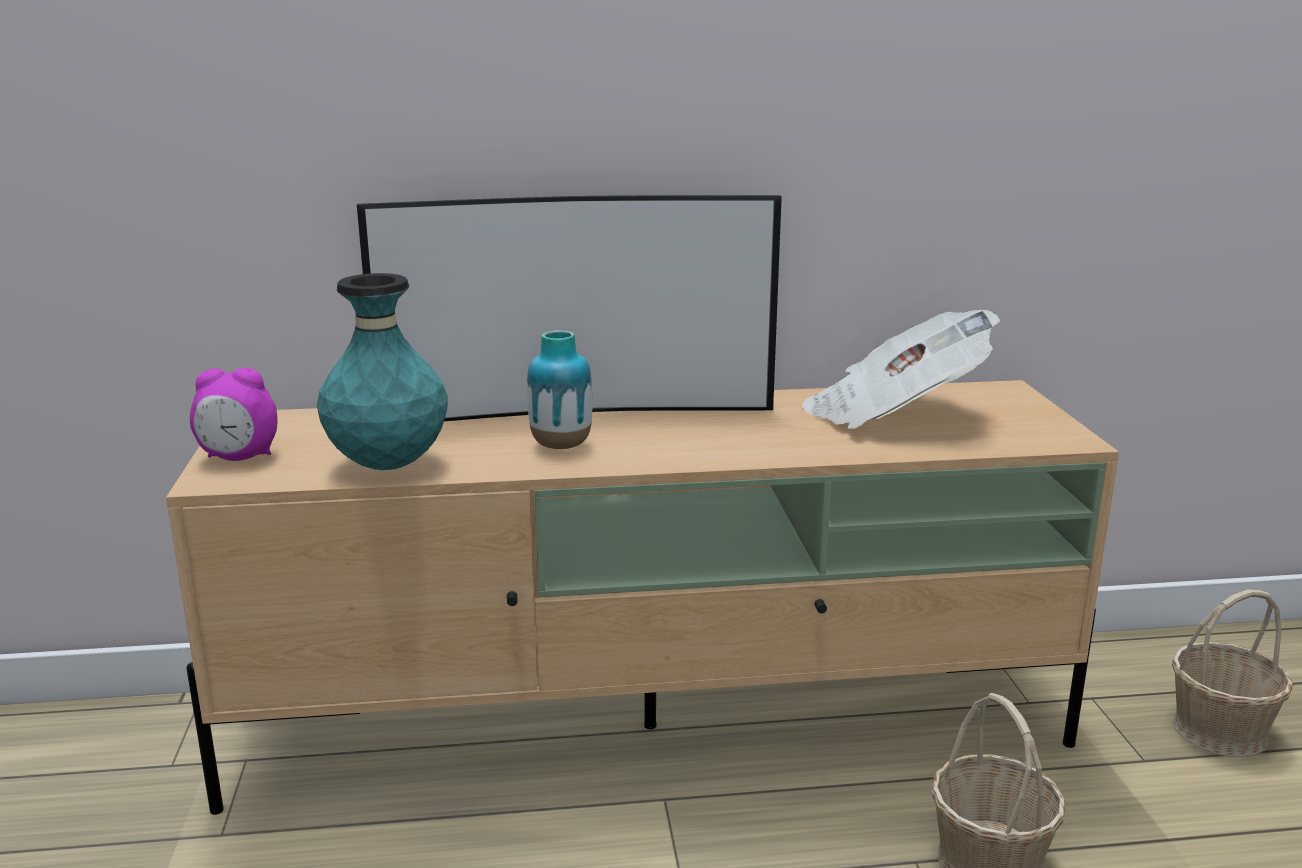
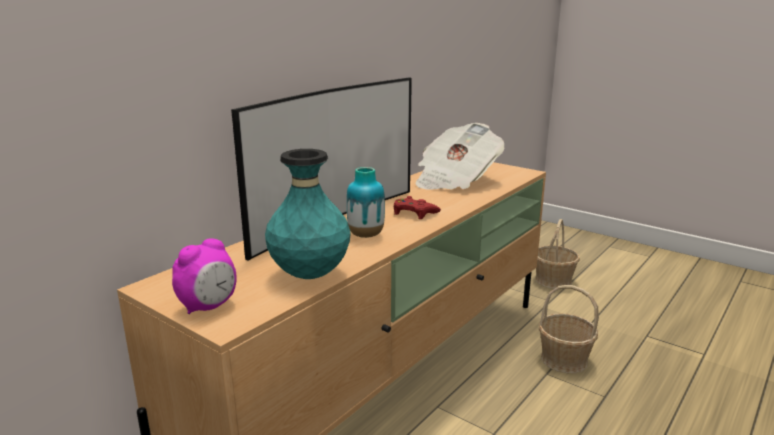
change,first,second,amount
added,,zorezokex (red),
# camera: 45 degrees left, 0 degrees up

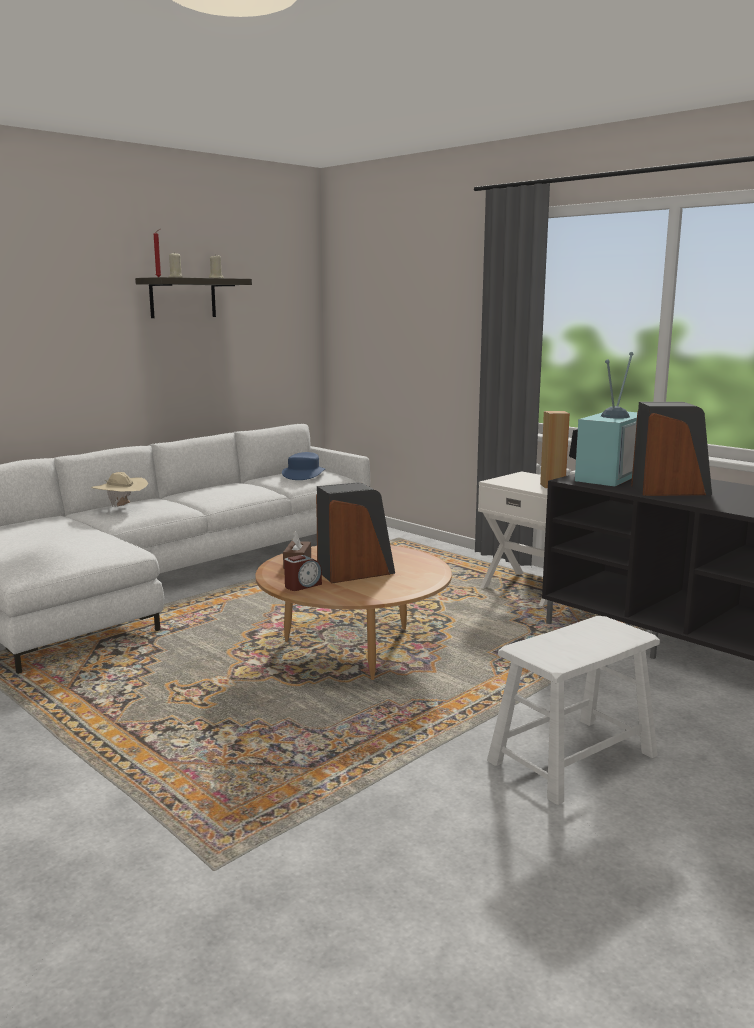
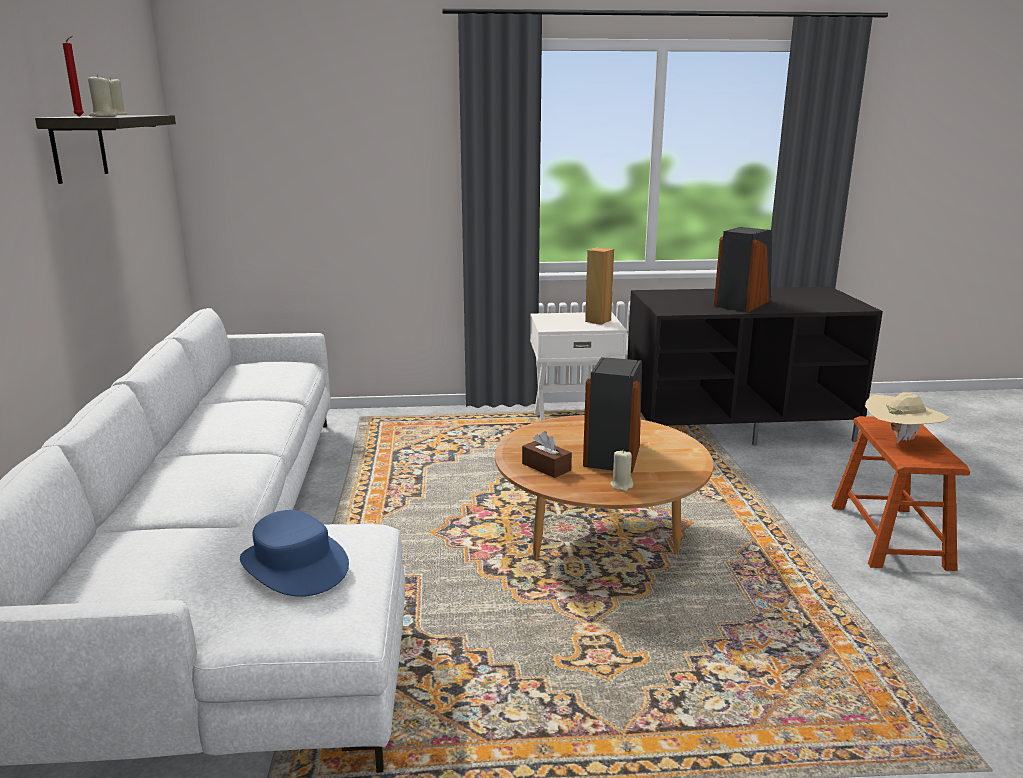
change,first,second,amount
removed,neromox,,
moved,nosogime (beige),,
moved,nosogime (blue),,
replaced,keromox,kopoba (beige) (3rd from left),
recoloured,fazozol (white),fazozol (brown),
# camera: 50 degrees left, 5 degrees up

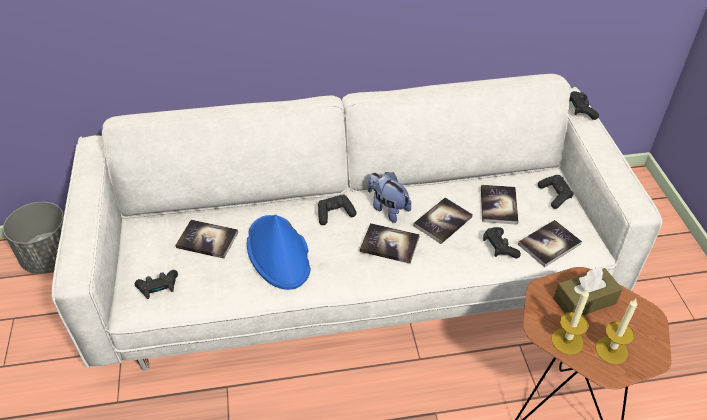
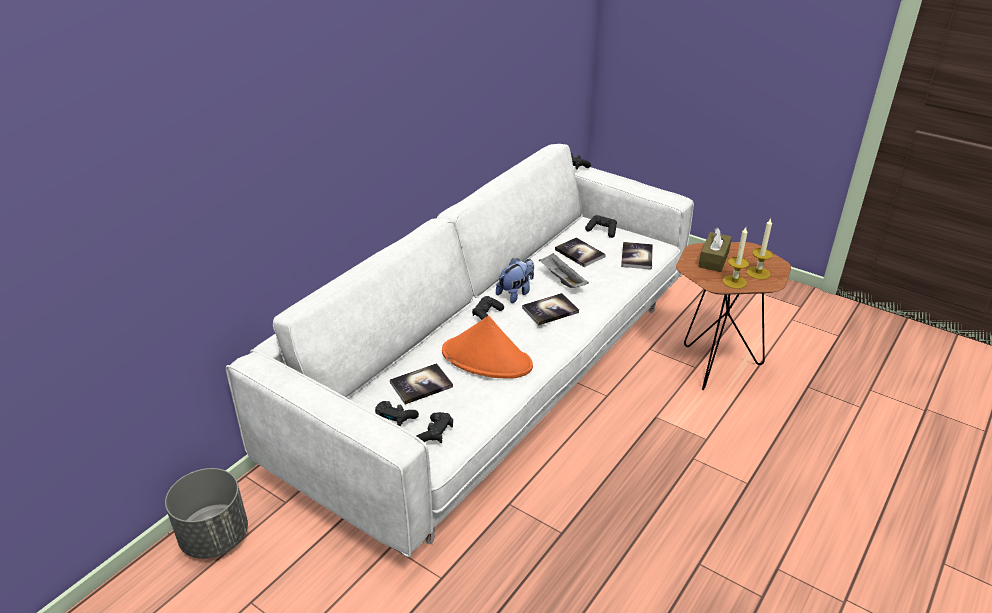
change,first,second,amount
moved,zorezokex (black) (3rd from left in the first image),zorezokex (black) (1st from left),
replaced,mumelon (3rd from left),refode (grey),
recoloured,nosogime (blue),nosogime (orange),
turned,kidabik,,135 degrees clockwise
# camera: 45 degrees left, 10 degrees down

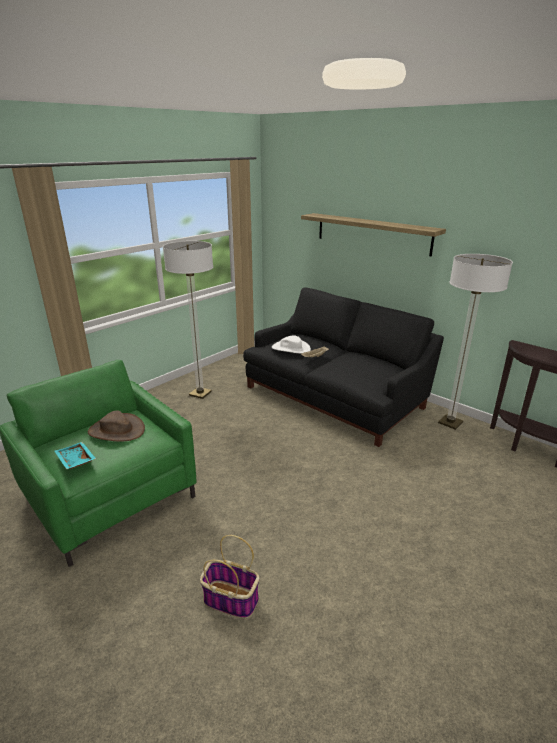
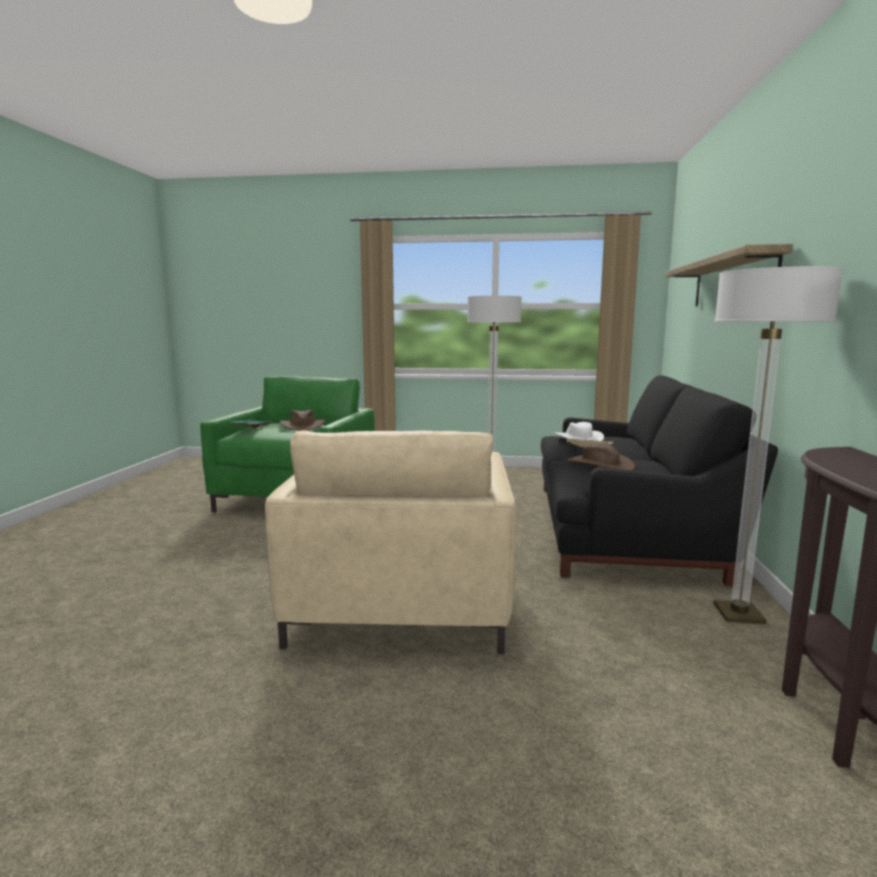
change,first,second,amount
removed,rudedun,,
added,,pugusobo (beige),
added,,nosogime (brown) (2nd from left),
# camera: 55 degrees right, 15 degrees down

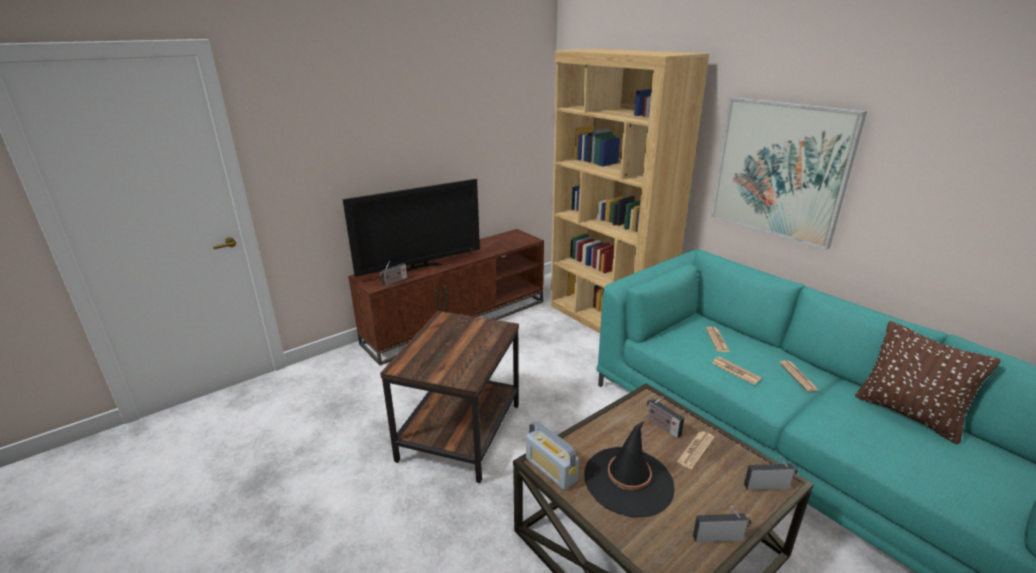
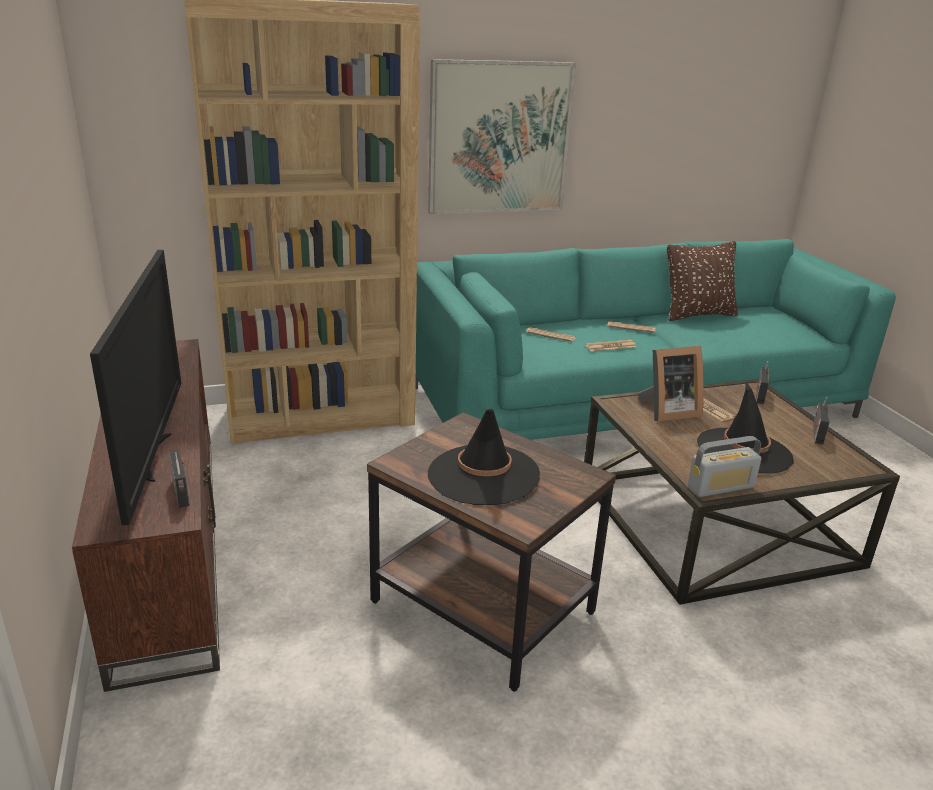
change,first,second,amount
added,,nosogime (black) (1st from left),
replaced,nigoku (3rd from left),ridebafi,
# camera: 70 degrees left, 0 degrees up

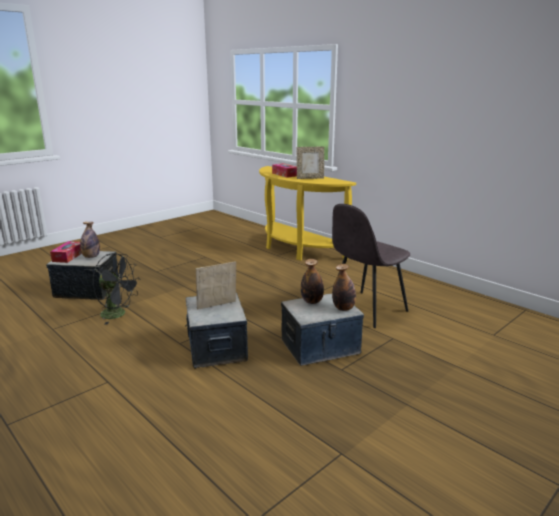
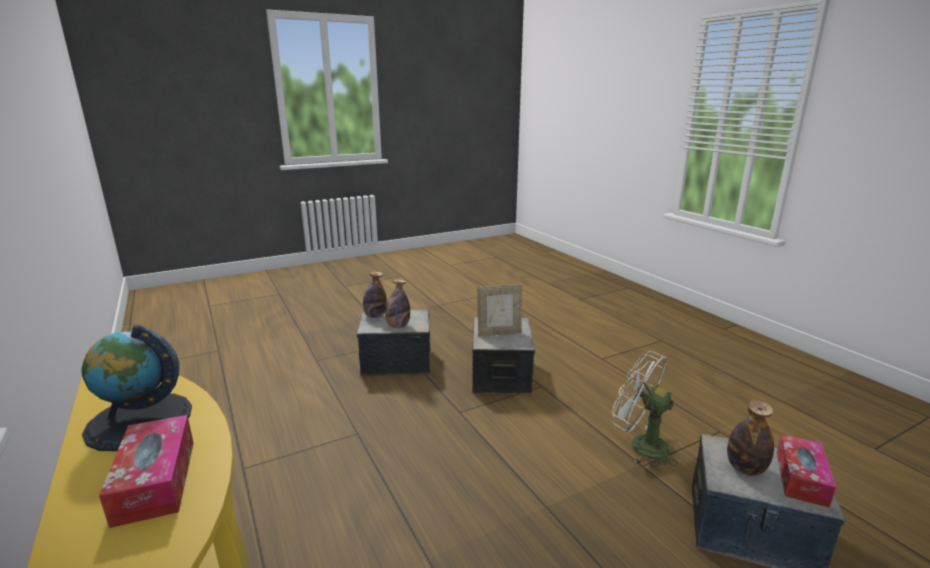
change,first,second,amount
removed,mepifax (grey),,
replaced,ridebafi (2nd from left),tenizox,
recoloured,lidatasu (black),lidatasu (white),
# camera: 165 degrees left, 0 degrees up

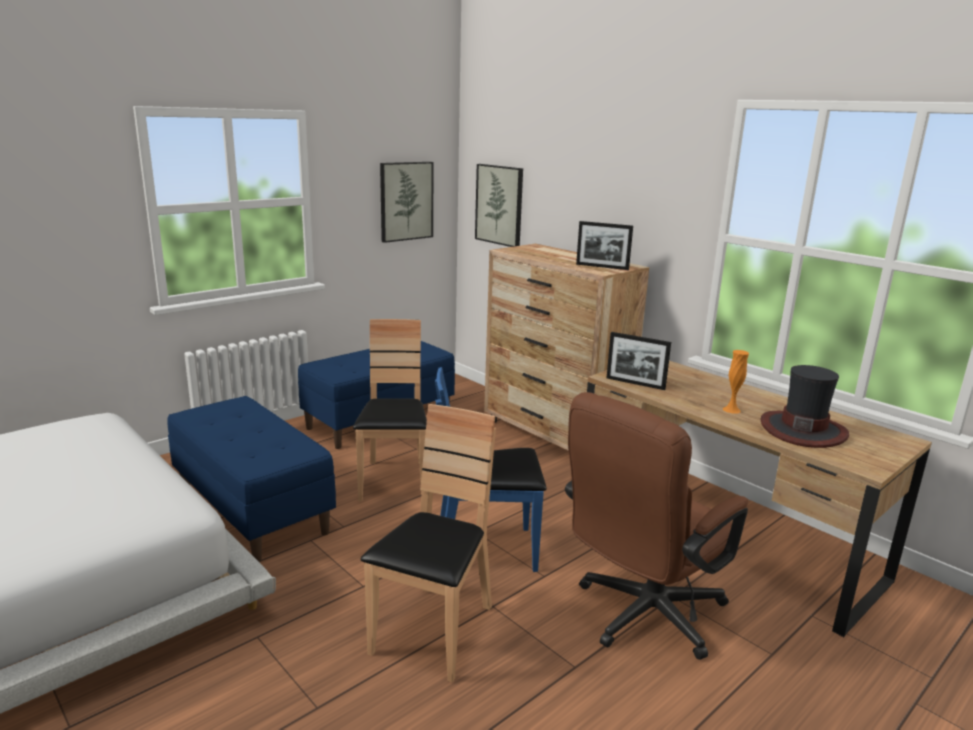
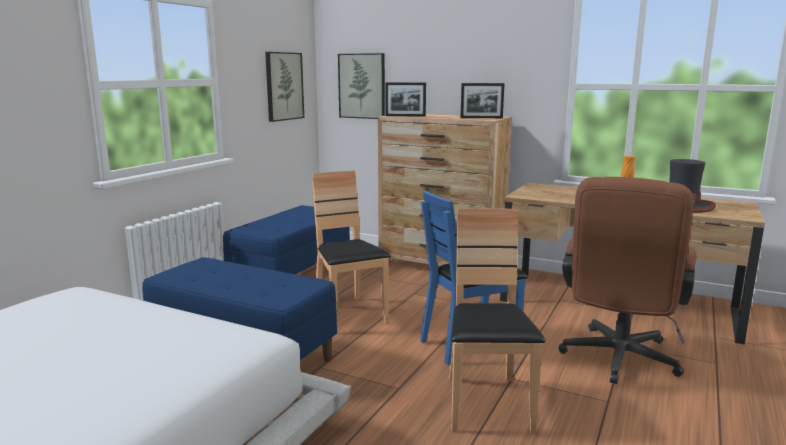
change,first,second,amount
moved,ridebafi (2nd from left in the first image),ridebafi (1st from left),
# camera: 20 degrees left, 5 degrees down

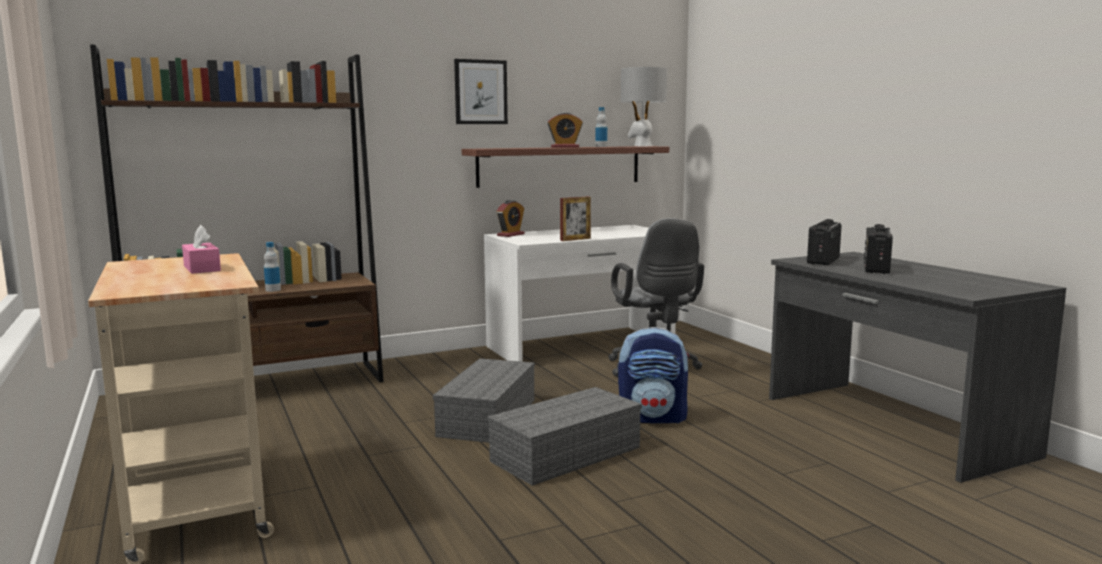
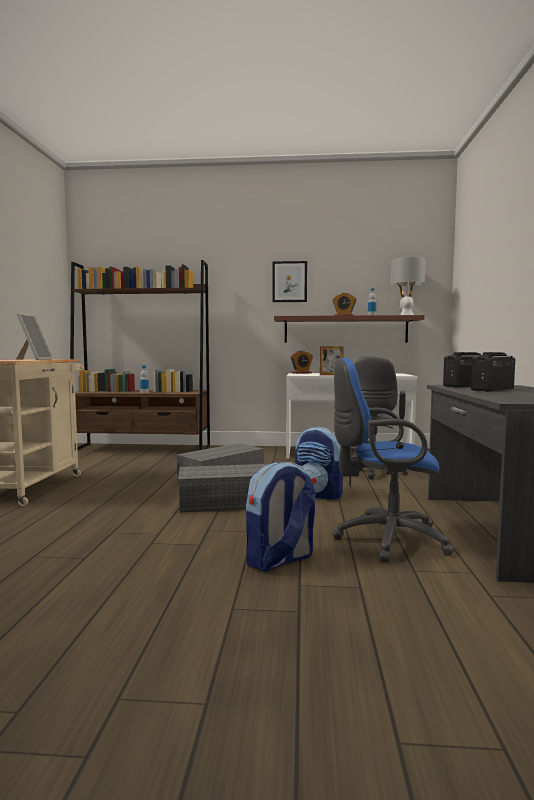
change,first,second,amount
added,,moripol (1st from left),
added,,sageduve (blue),
replaced,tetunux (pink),ridebafi (1st from left),
# camera: 30 degrees right, 5 degrees down

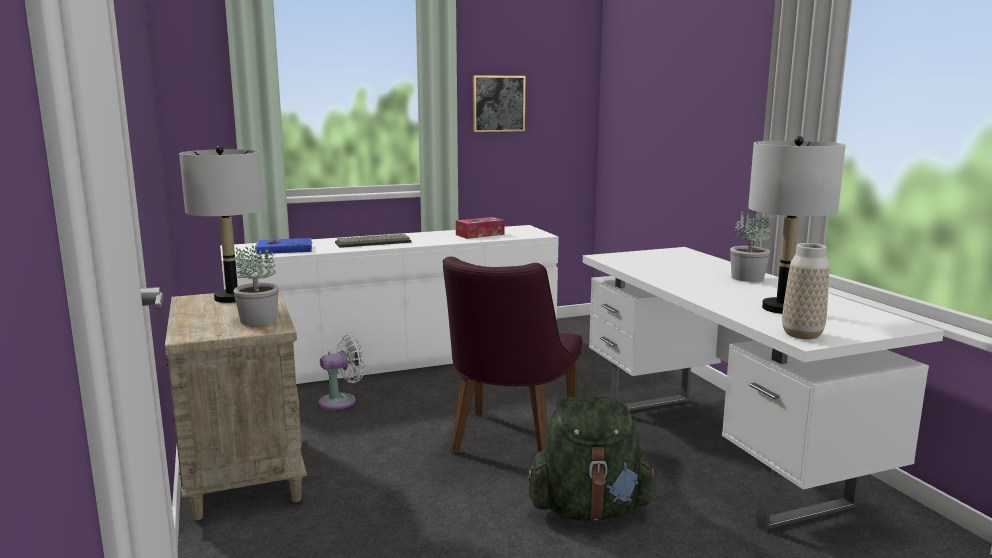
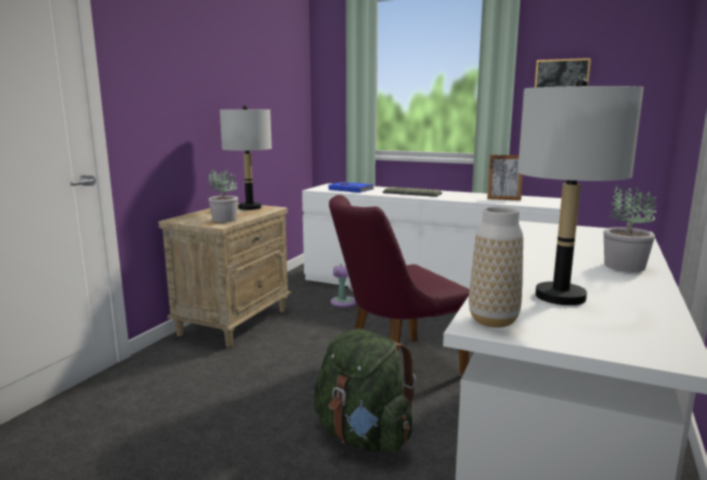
change,first,second,amount
replaced,tetunux,ridebafi,
# camera: 45 degrees right, 0 degrees up

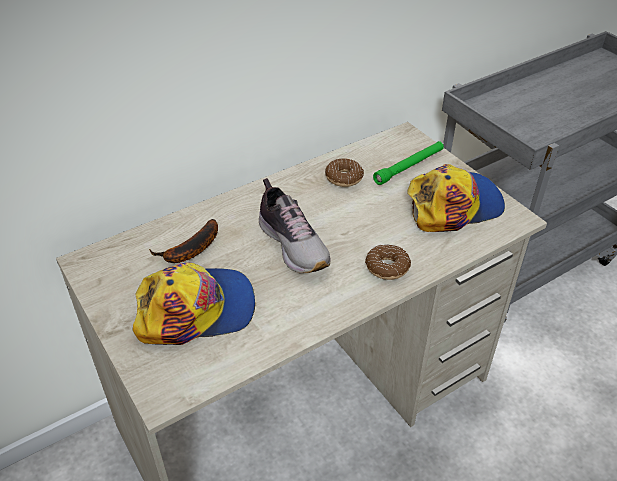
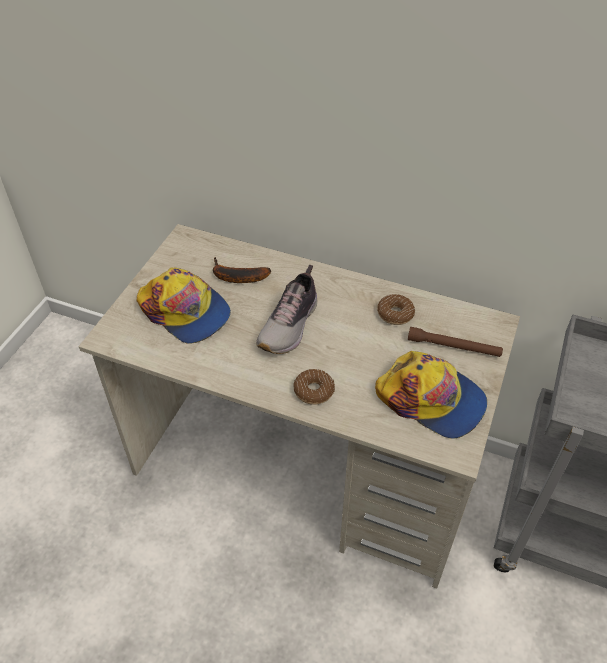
change,first,second,amount
recoloured,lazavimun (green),lazavimun (brown),
# camera: 55 degrees right, 5 degrees up

